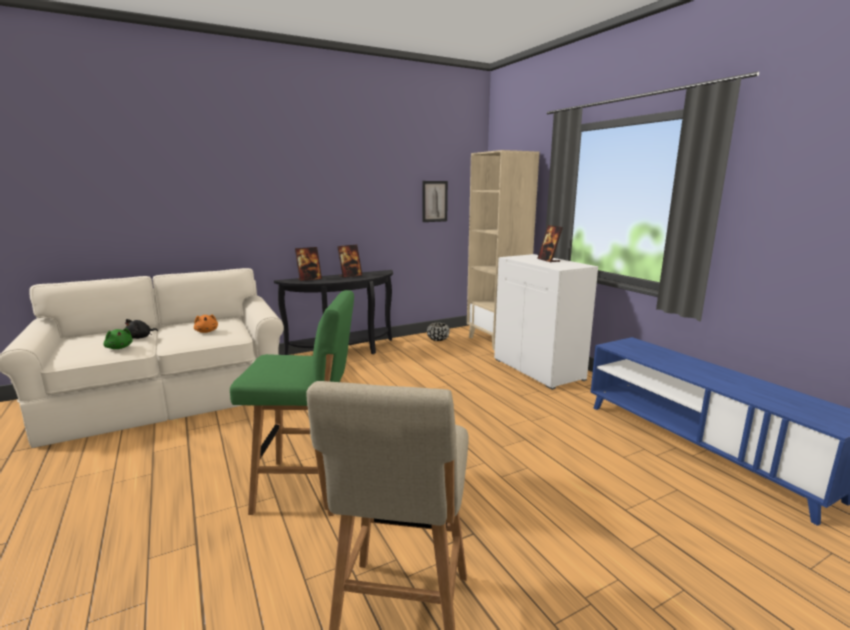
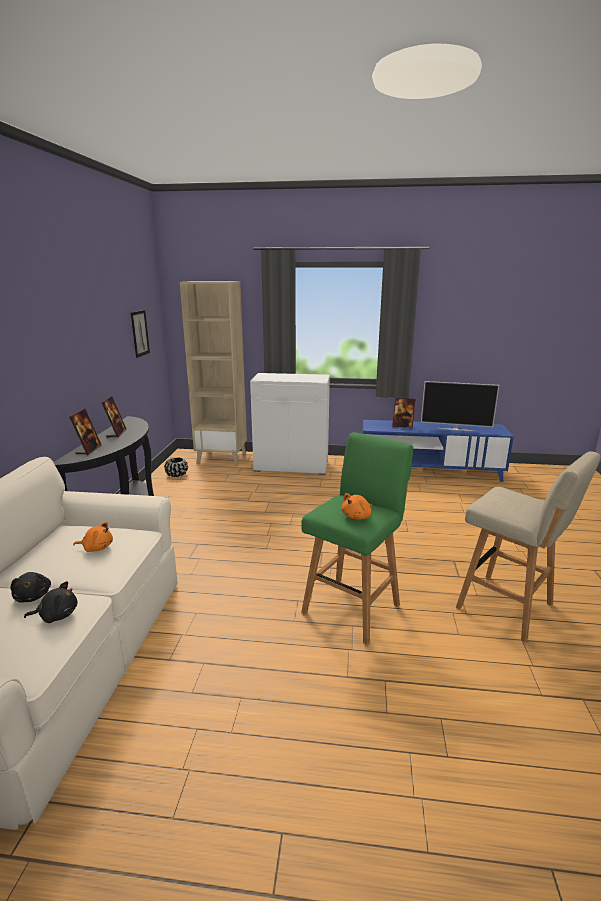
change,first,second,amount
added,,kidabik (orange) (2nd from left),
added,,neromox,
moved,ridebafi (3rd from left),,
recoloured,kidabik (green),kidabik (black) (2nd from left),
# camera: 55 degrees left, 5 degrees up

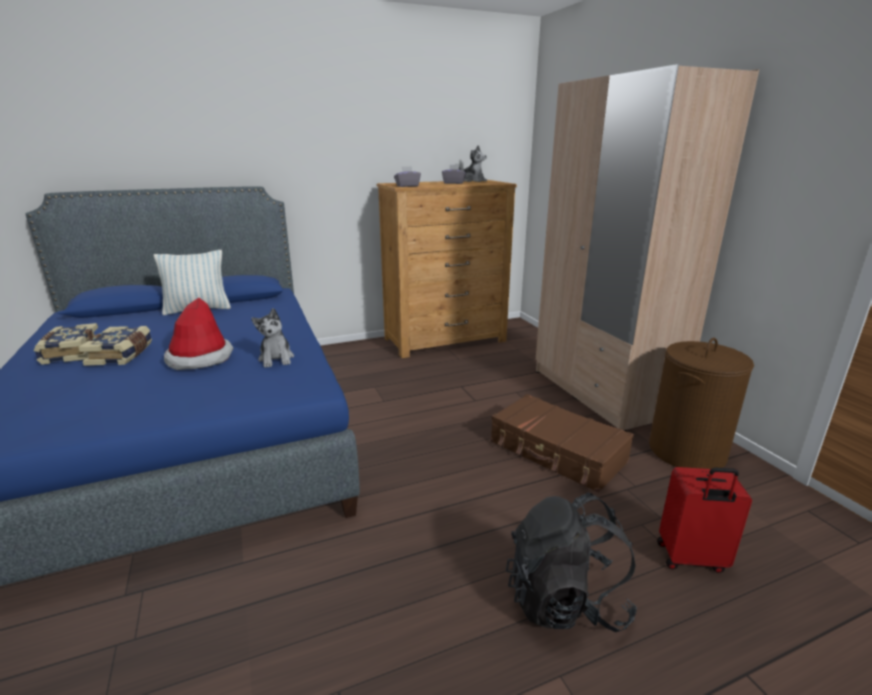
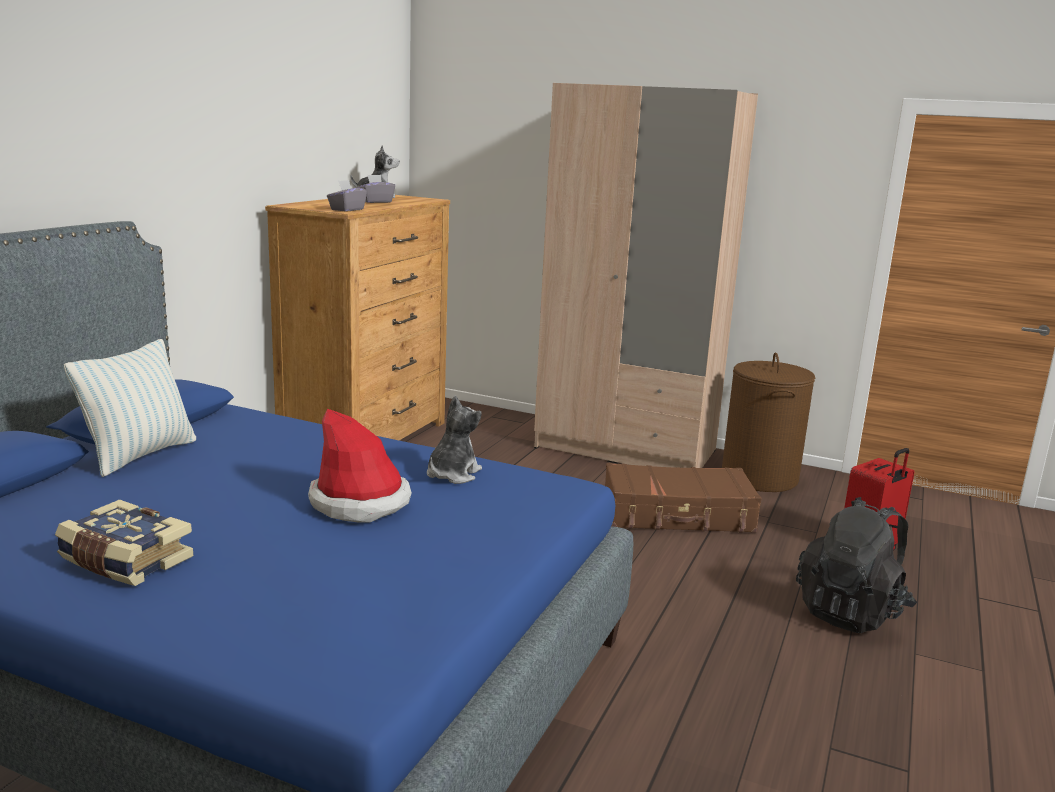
change,first,second,amount
removed,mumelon (2nd from left),,
turned,kidabik (1st from left in the first image),kidabik (2nd from left),90 degrees counterclockwise
# camera: 45 degrees left, 5 degrees down

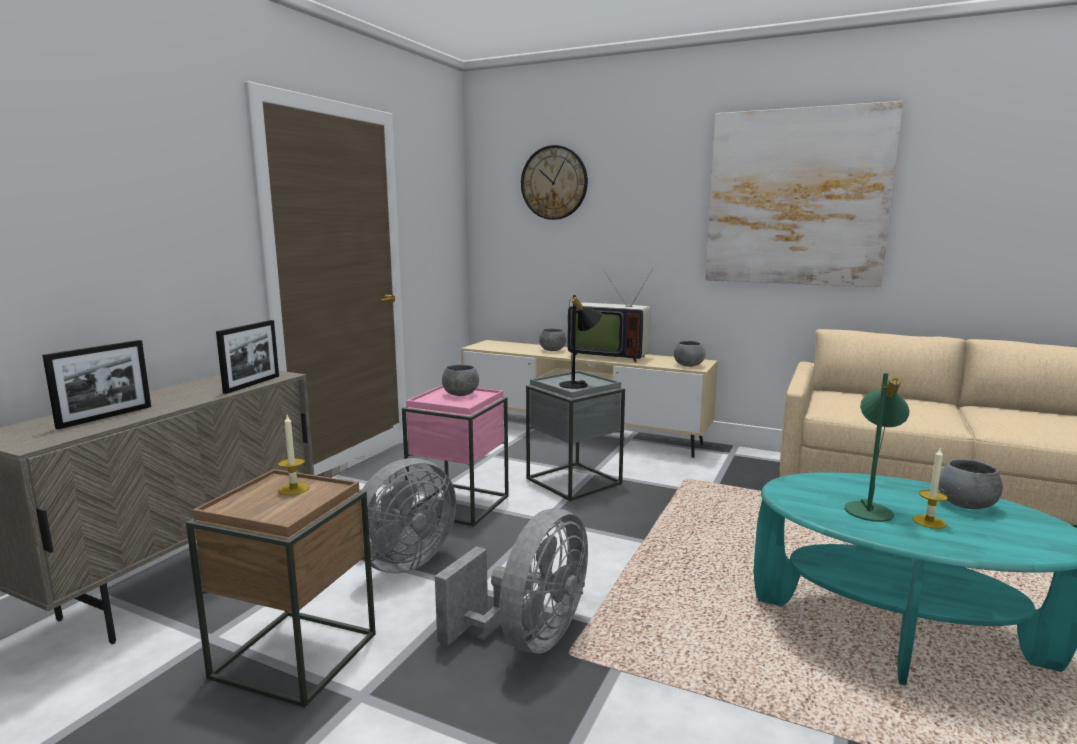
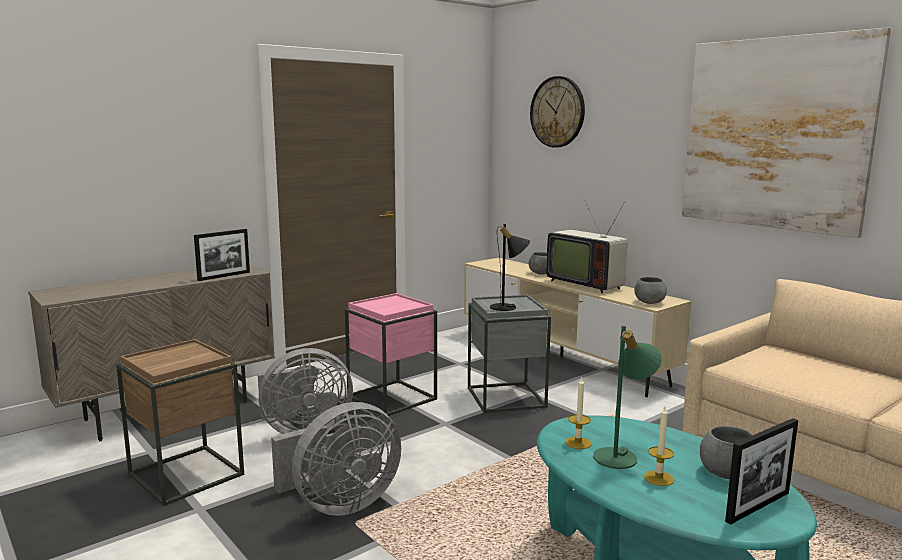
change,first,second,amount
removed,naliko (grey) (1st from left),,
moved,ridebafi (1st from left in the first image),ridebafi (2nd from left),
moved,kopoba (1st from left),,
# camera: 25 degrees right, 0 degrees up

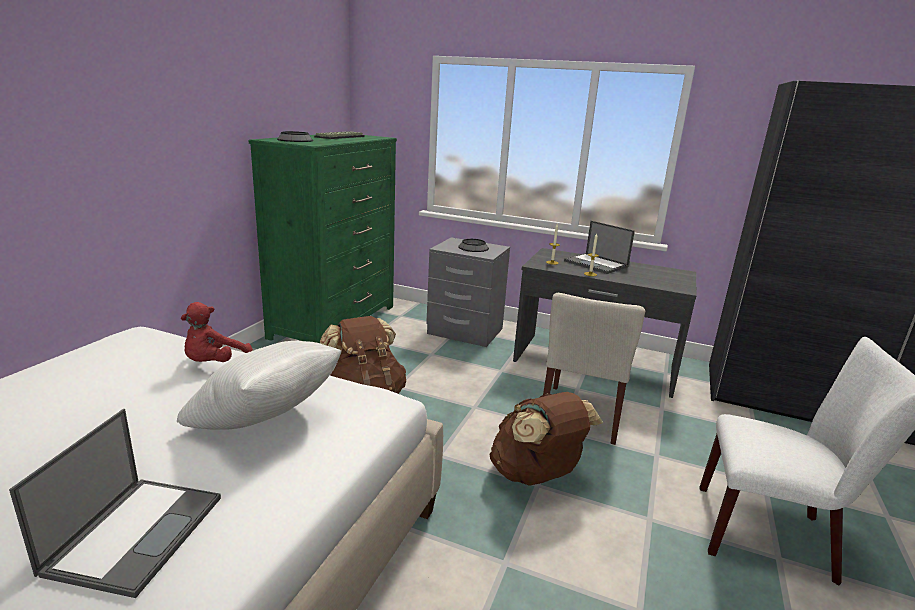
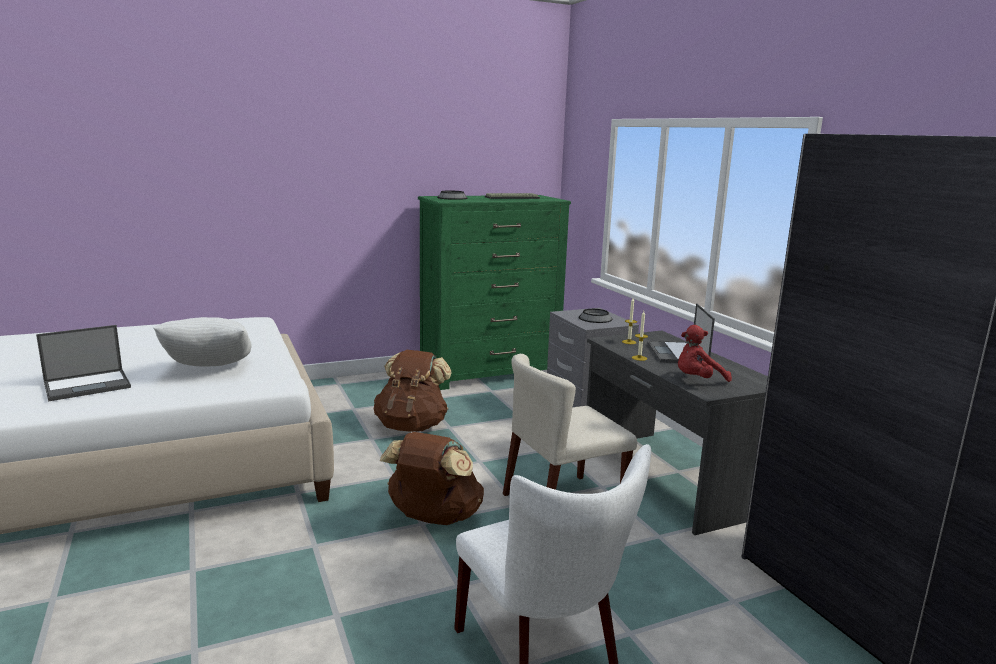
change,first,second,amount
moved,kidabik (red),,
# camera: 45 degrees right, 5 degrees down

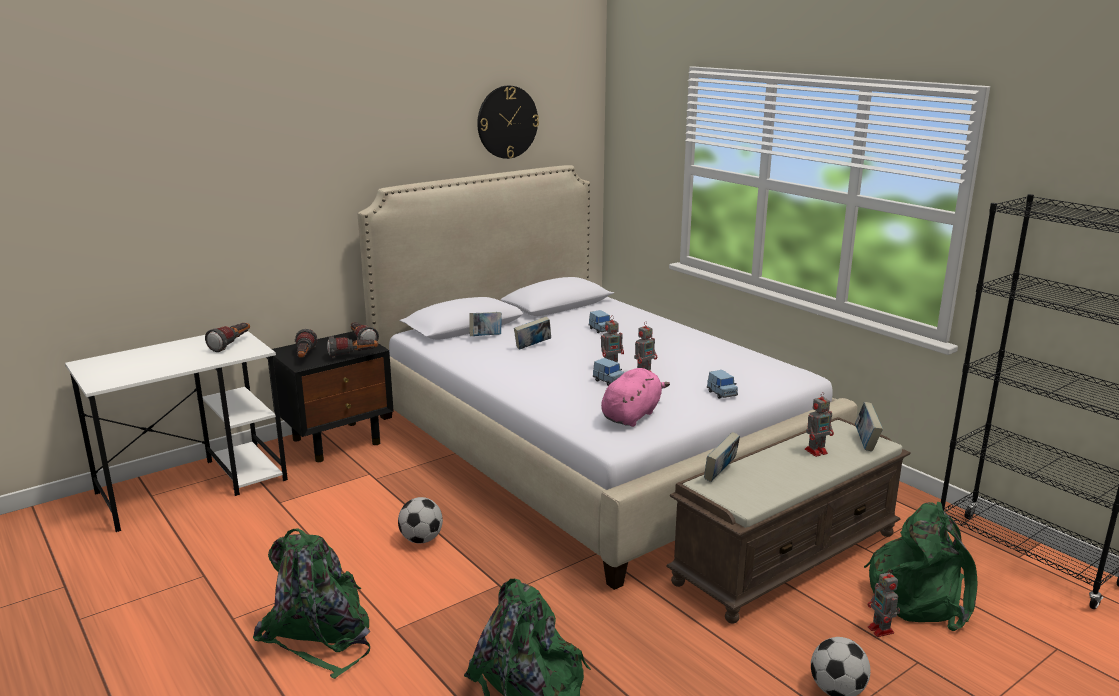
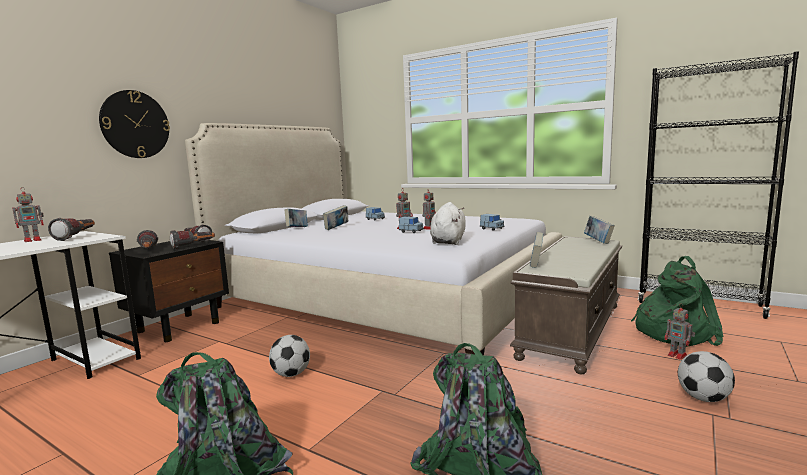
change,first,second,amount
moved,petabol,,
moved,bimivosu (3rd from left in the first image),bimivosu (1st from left),
recoloured,kidabik (pink),kidabik (white),
# camera: 20 degrees left, 10 degrees down

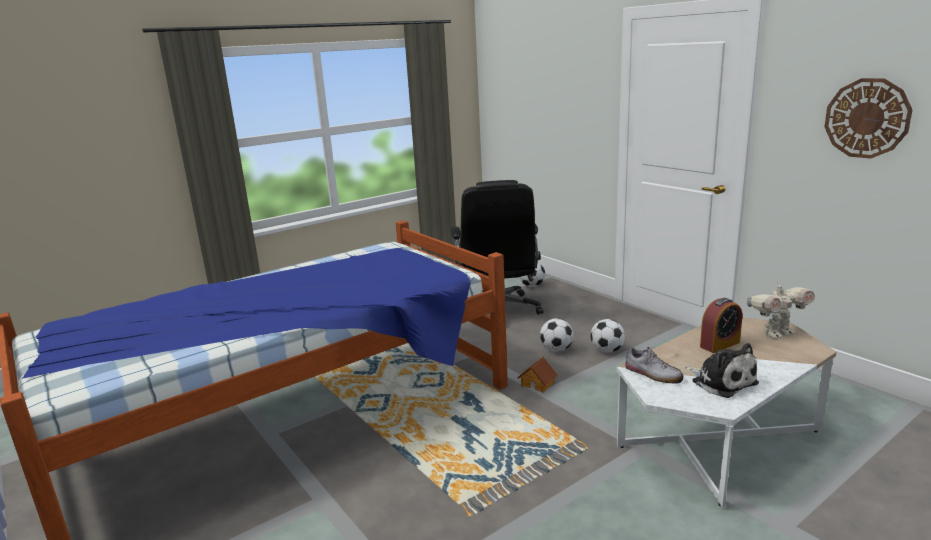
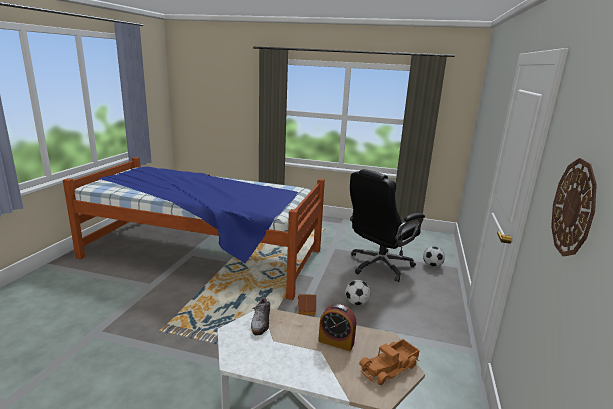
change,first,second,amount
removed,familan (3rd from left),,
removed,kidabik,,
replaced,bimivosu,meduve,
# camera: 50 degrees right, 0 degrees up

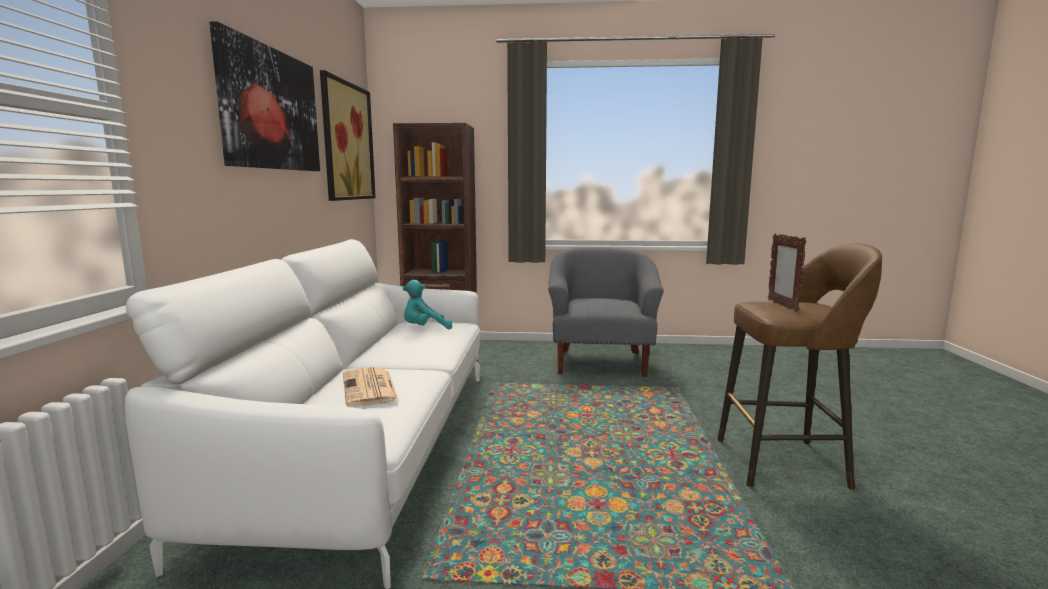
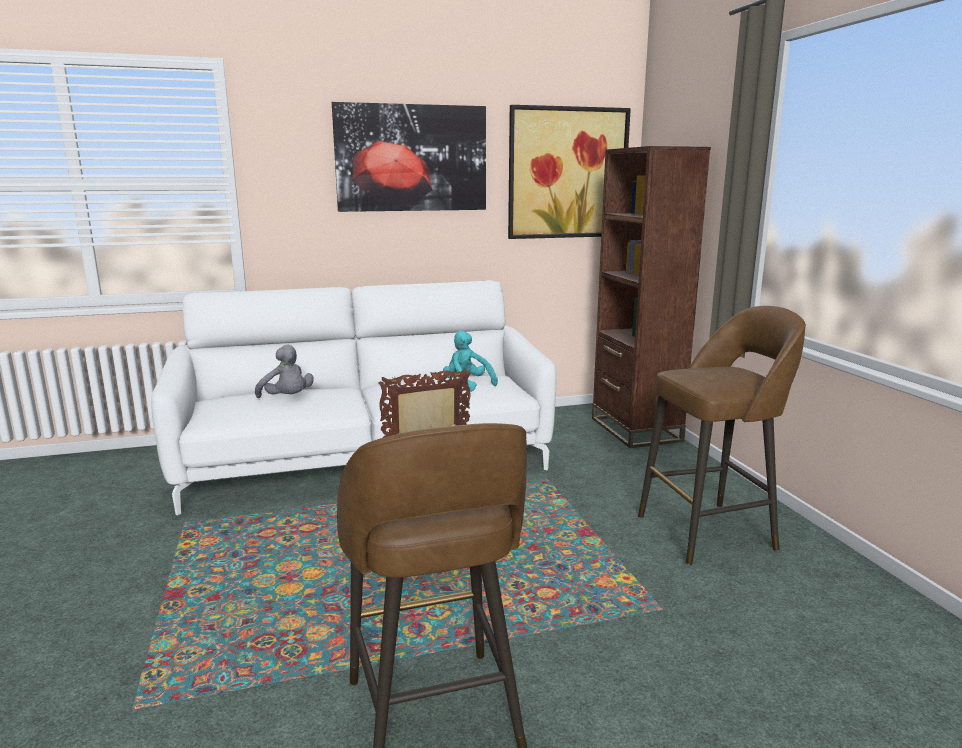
change,first,second,amount
replaced,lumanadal,kidabik (grey),
replaced,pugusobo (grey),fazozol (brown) (2nd from left),
# camera: 70 degrees right, 5 degrees up

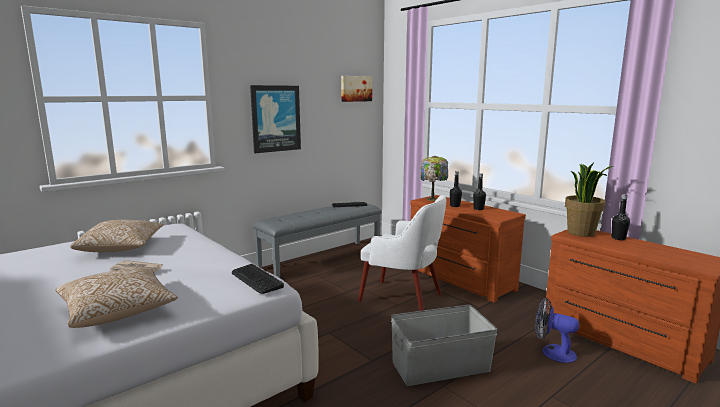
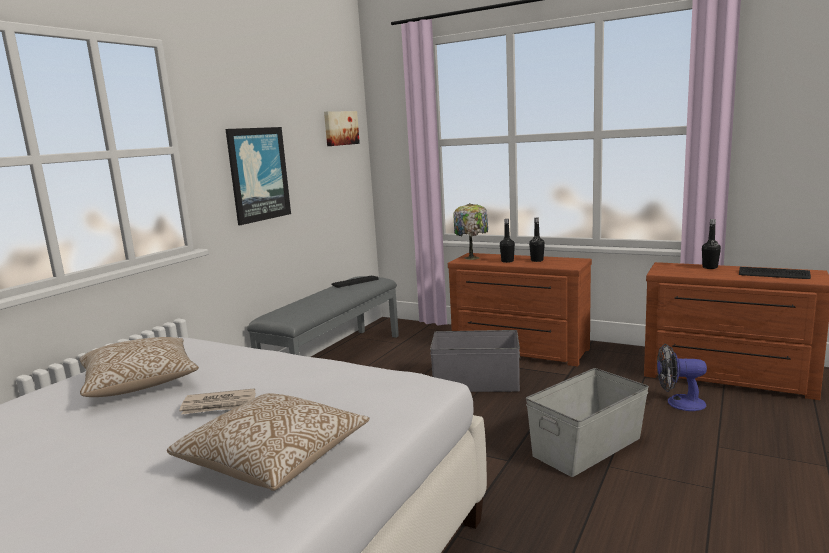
change,first,second,amount
removed,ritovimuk,,
moved,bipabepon (1st from left in the first image),bipabepon (2nd from left),
replaced,pugusobo (white),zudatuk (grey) (1st from left),
# camera: 20 degrees left, 0 degrees up

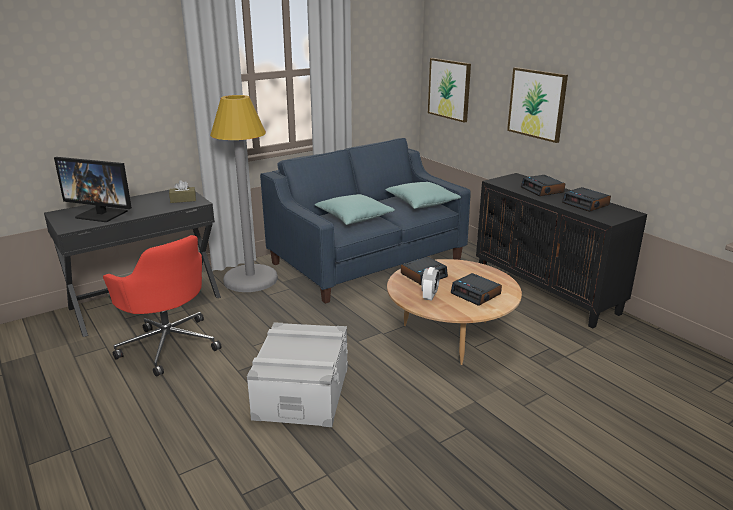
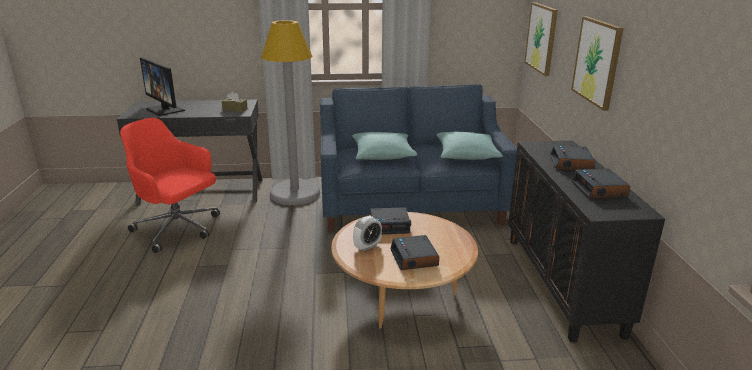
change,first,second,amount
removed,zudatuk (grey),,
turned,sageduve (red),,135 degrees clockwise
# camera: 30 degrees right, 0 degrees up

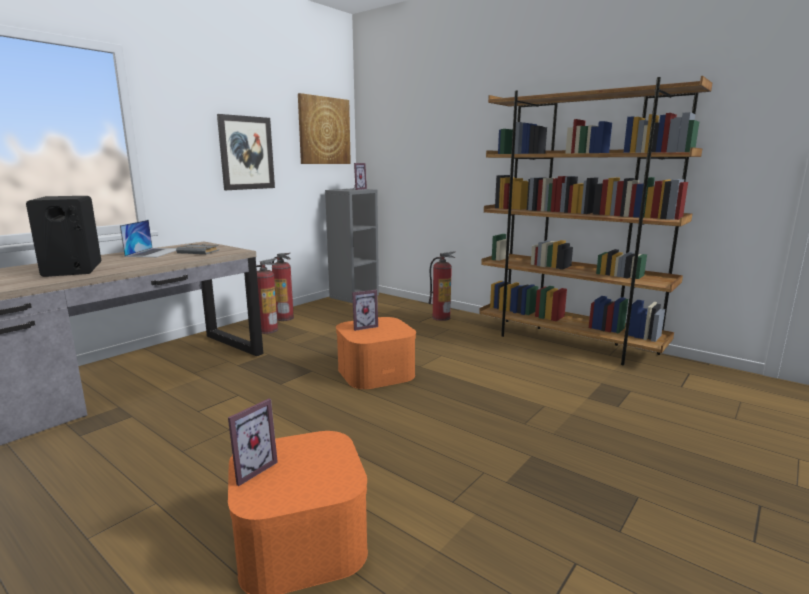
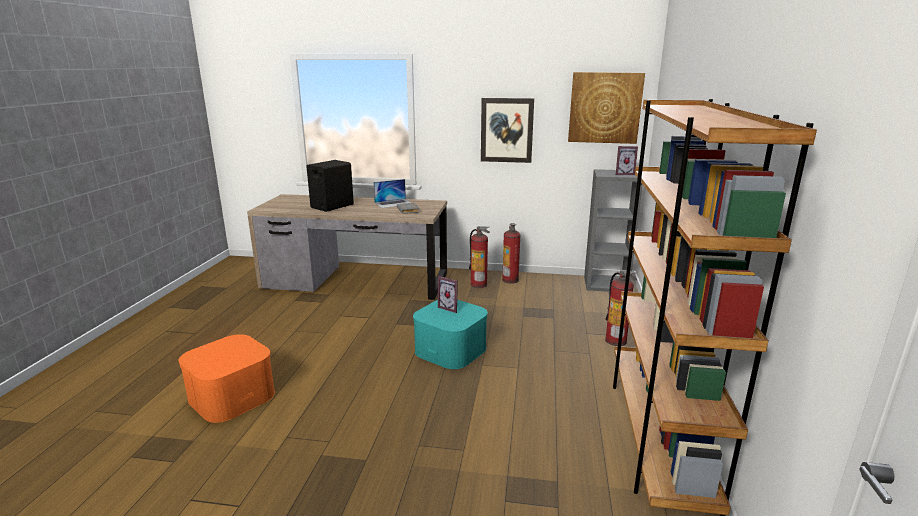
change,first,second,amount
removed,ridebafi (1st from left),,
recoloured,zudatuk (orange) (2nd from left),zudatuk (turquoise),
# camera: 60 degrees right, 5 degrees up

